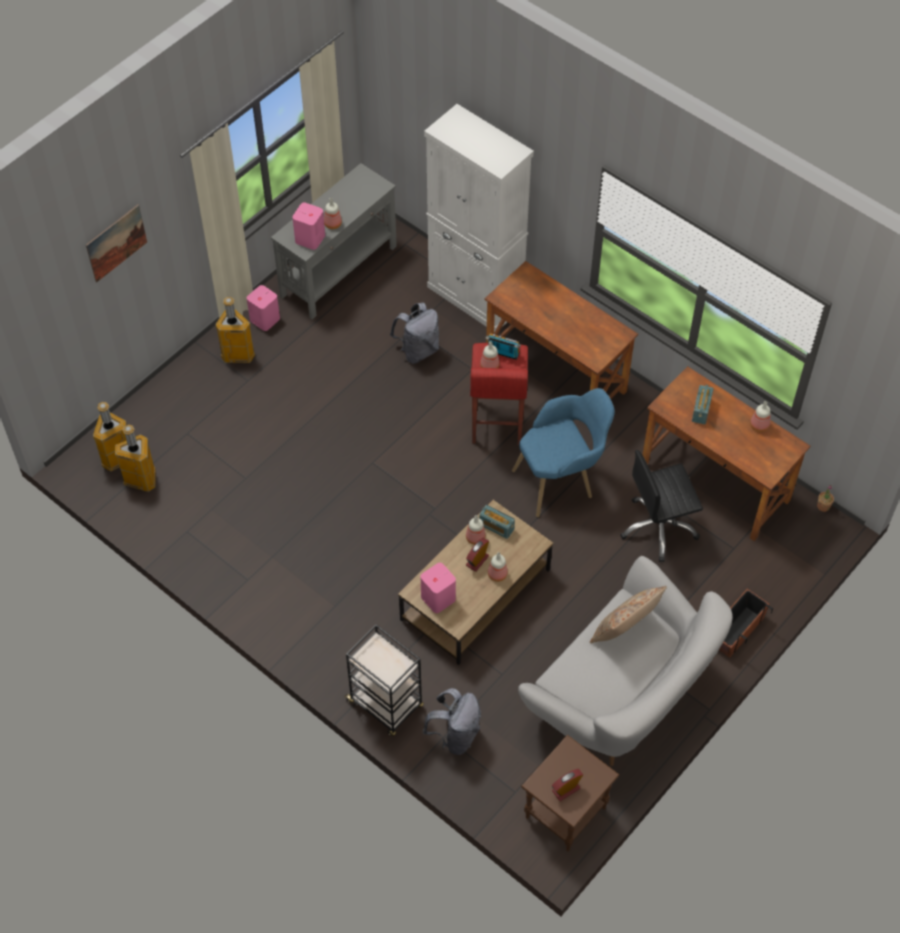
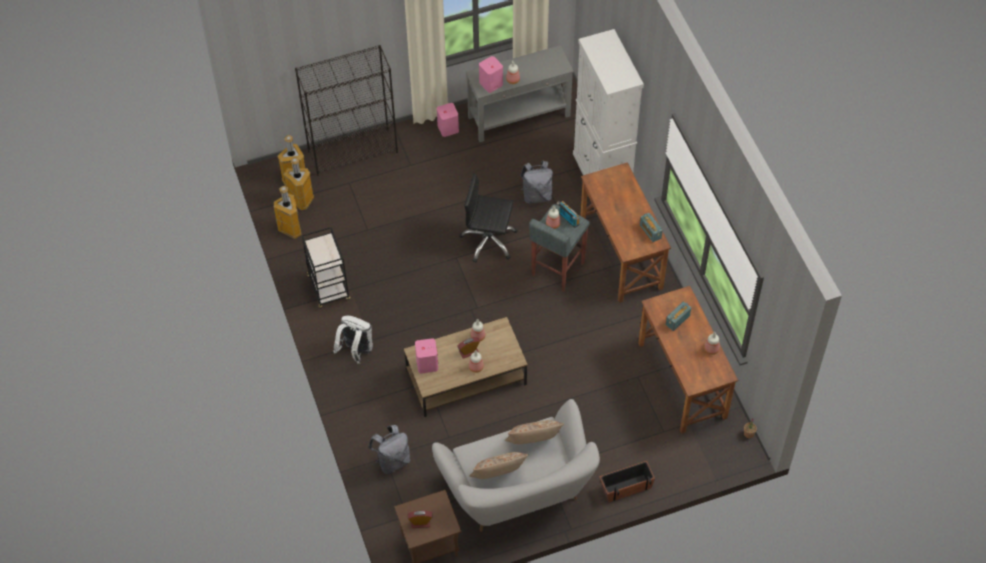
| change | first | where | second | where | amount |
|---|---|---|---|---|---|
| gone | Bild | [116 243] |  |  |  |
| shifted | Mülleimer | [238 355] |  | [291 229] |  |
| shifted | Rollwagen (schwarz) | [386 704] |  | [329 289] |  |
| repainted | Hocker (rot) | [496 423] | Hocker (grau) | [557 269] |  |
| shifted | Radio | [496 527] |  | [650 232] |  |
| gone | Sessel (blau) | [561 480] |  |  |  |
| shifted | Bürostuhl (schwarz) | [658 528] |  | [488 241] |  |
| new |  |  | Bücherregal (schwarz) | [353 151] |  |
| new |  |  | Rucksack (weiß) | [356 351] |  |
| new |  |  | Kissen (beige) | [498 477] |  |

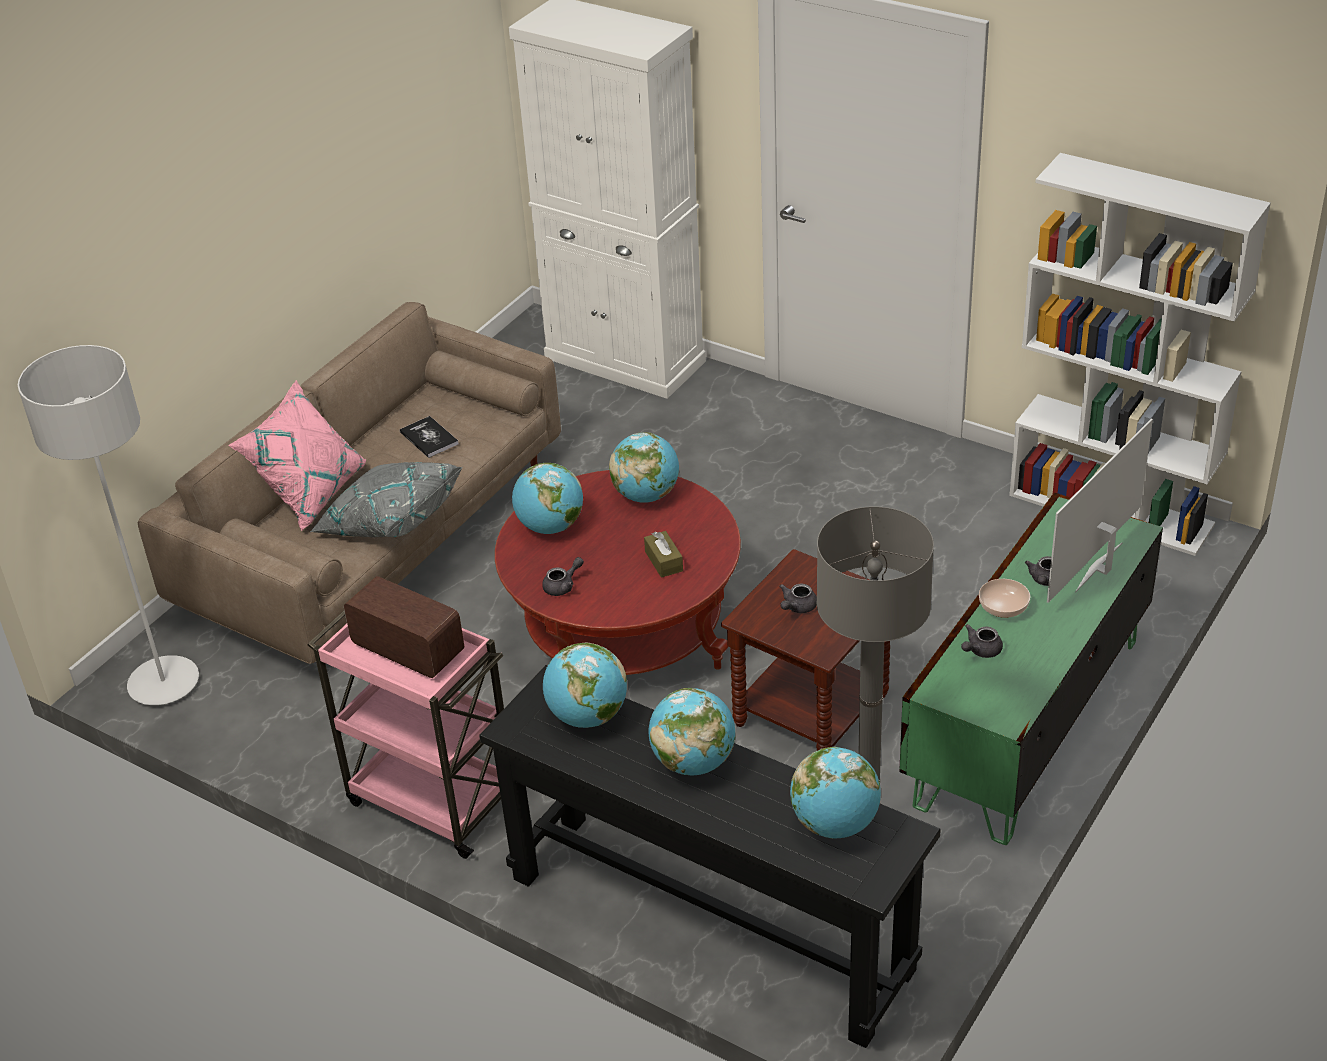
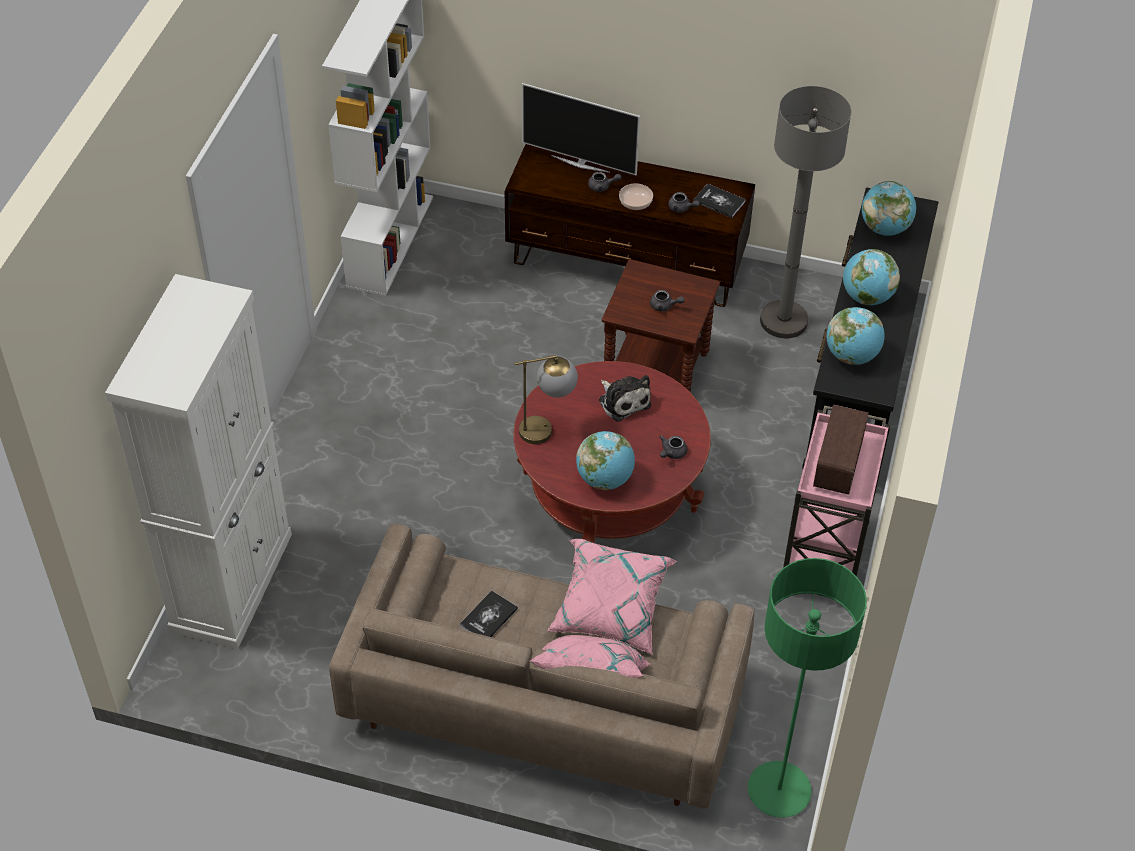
| change | first | where | second | where | amount |
|---|---|---|---|---|---|
| repainted | Stehlampe (grau) | [164 683] | Stehlampe (grün) | [779 791] |  |
| repainted | Kissen (grau) | [389 521] | Kissen (rosa) | [610 610] |  |
| rotated | Teekanne (grau) | [563 586] |  | [671 453] | 90 degrees counterclockwise |
| swapped | Globus | [646 495] | Tischlampe | [547 429] |  |
| swapped | Taschentuchbox (braun) | [664 561] | Plüschtier | [623 401] |  |
| repainted | Fernsehschrank (grün) | [1026 721] | Fernsehschrank (braun) | [626 263] |  |
| new |  |  | Buch | [719 201] |  |

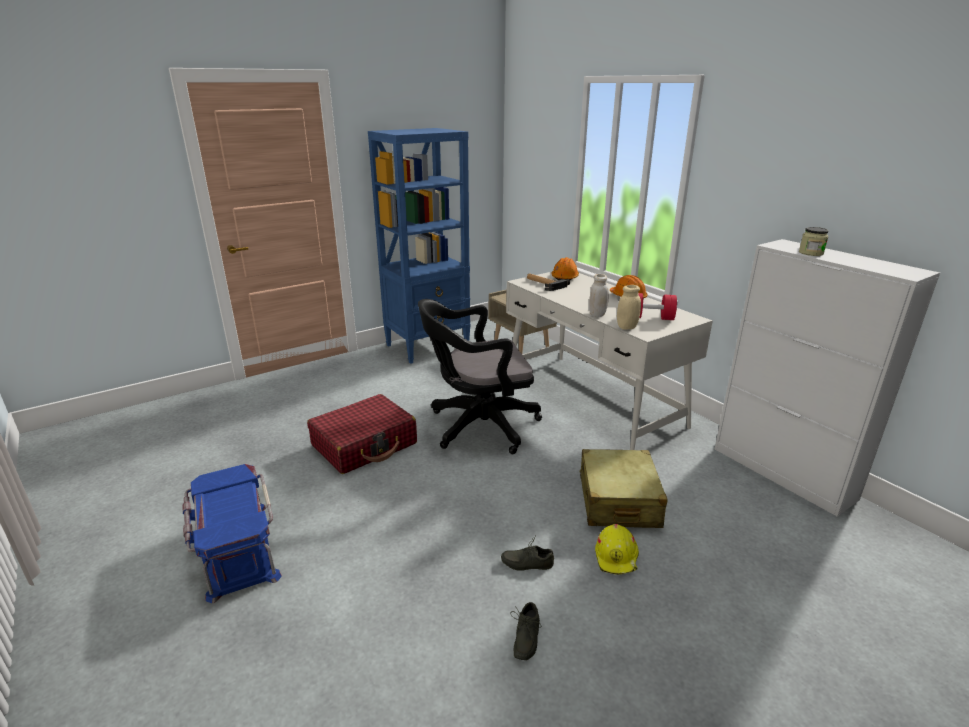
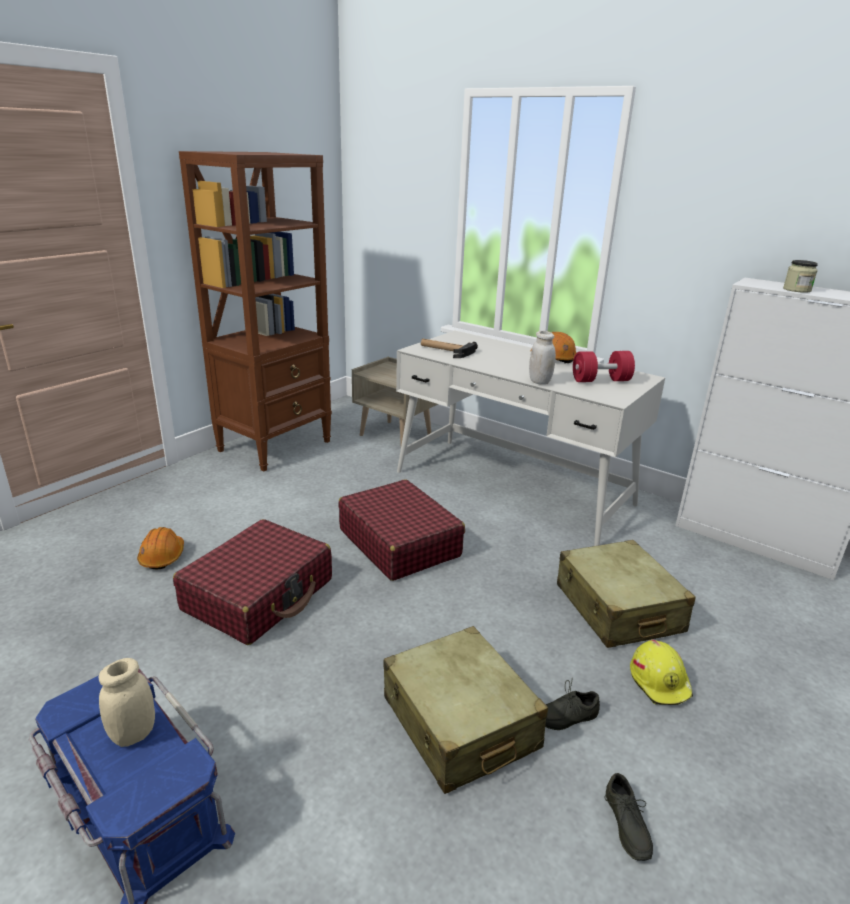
| change | first | where | second | where | amount |
|---|---|---|---|---|---|
| repainted | Bücherregal (blau) | [428 346] | Bücherregal (braun) | [276 446] |  |
| swapped | Bürostuhl (schwarz) | [478 426] | Koffer (rot) | [399 542] |  |
| shifted | Schutzhelm (orange) | [565 277] |  | [162 556] |  |
| shifted | Vorratsglas (beige) | [627 327] |  | [133 734] |  |
| new |  |  | Koffer (beige) | [459 723] |  |

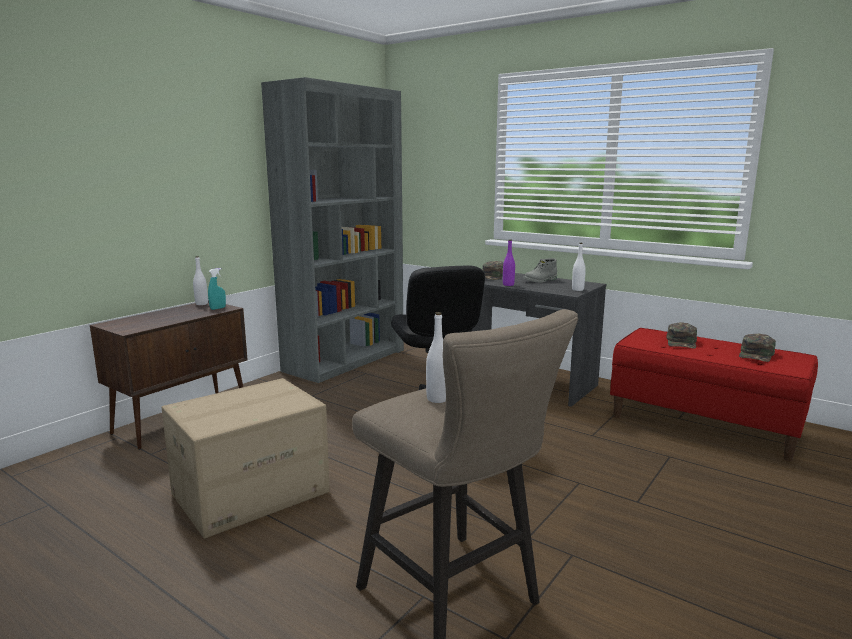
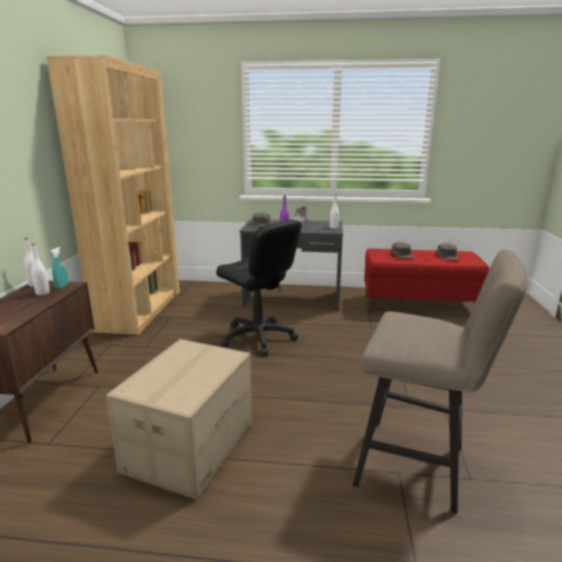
| change | first | where | second | where | amount |
|---|---|---|---|---|---|
| repainted | Bücherregal (grau) | [345 360] | Bücherregal (braun) | [140 310] |  |
| shifted | Flasche (weiß) | [437 399] |  | [42 293] |  |

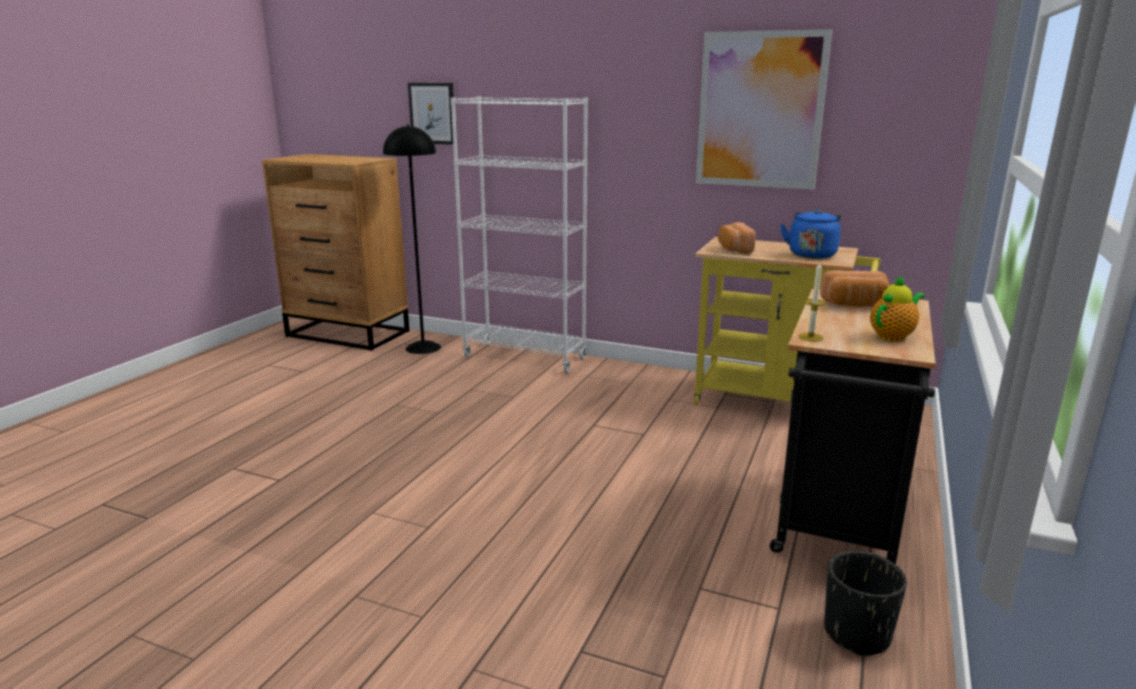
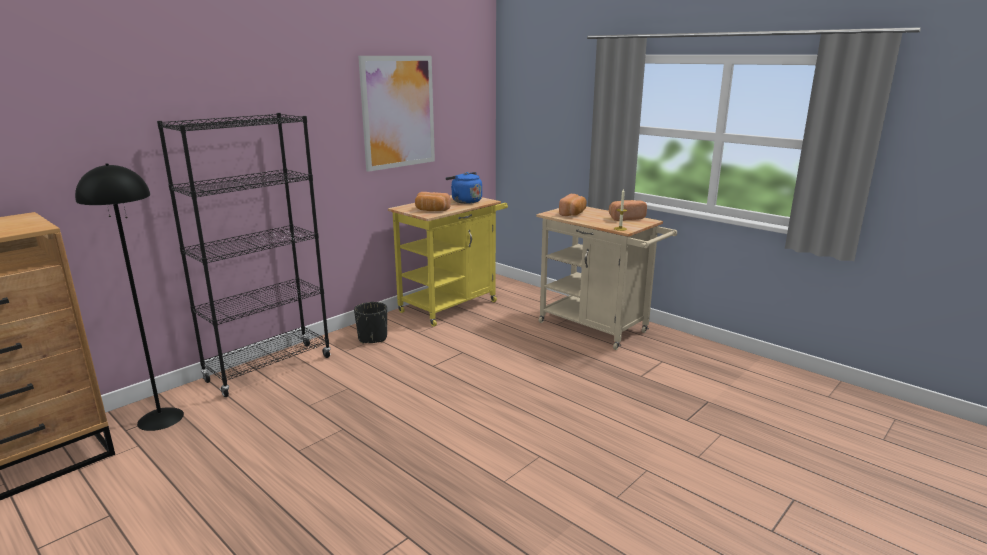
| change | first | where | second | where | amount |
|---|---|---|---|---|---|
| gone | Bild | [432 113] |  |  |  |
| repainted | Bücherregal (weiß) | [525 357] | Bücherregal (schwarz) | [269 369] |  |
| repainted | Rollwagen (schwarz) | [837 525] | Rollwagen (beige) | [598 329] |  |
| shifted | Pflanzkübel (schwarz) | [857 634] |  | [372 338] |  |
| swapped | Teekanne | [893 336] | Brot | [625 218] |  |

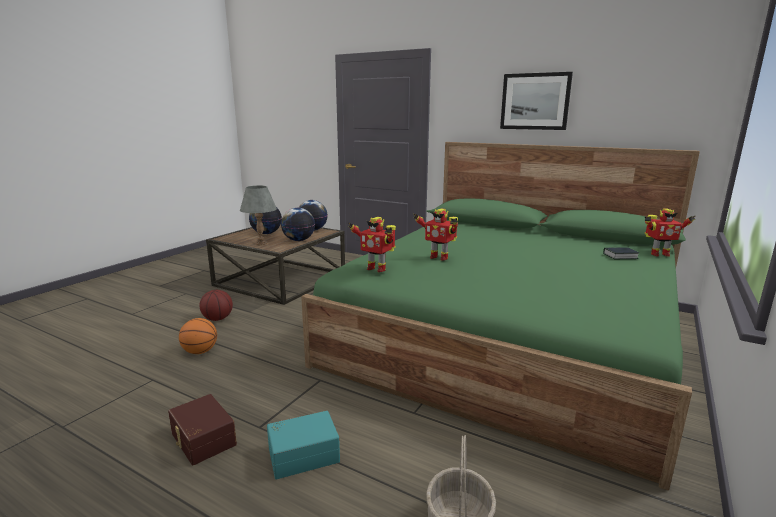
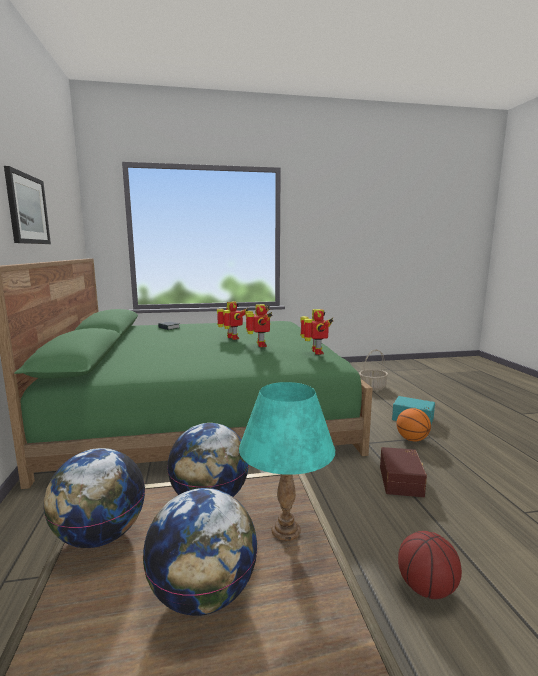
| change | first | where | second | where | amount |
|---|---|---|---|---|---|
| shifted | Aufbewahrungsbox (braun) | [202 439] |  | [402 481] |  |
| shifted | Basketball | [200 351] |  | [412 439] |  |
| repainted | Tischlampe (grau) | [261 243] | Tischlampe (türkis) | [286 530] |  |
| shifted | Spielzeugroboter | [659 254] |  | [232 338] |  |

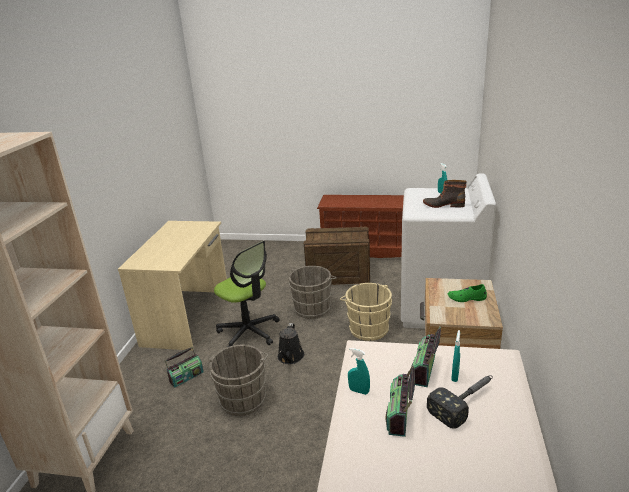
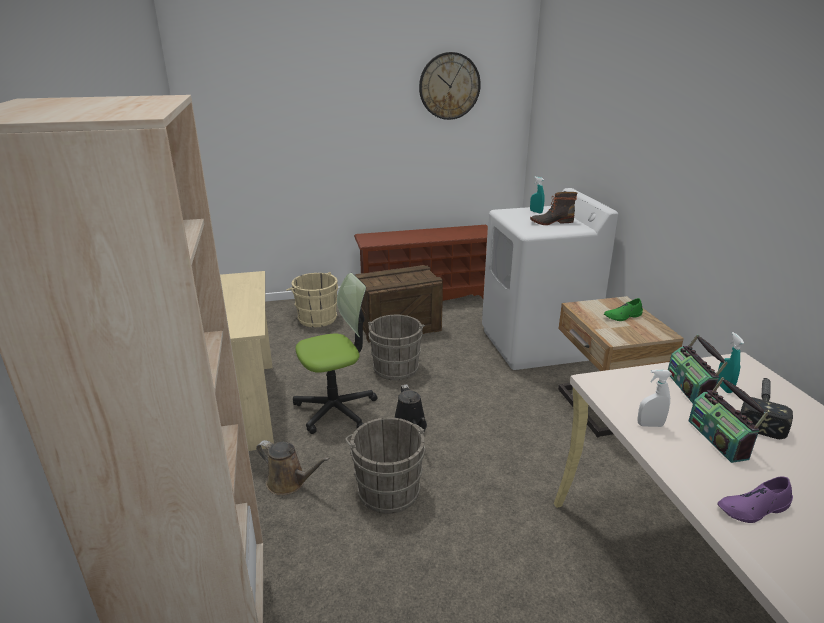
| change | first | where | second | where | amount |
|---|---|---|---|---|---|
| swapped | Radio | [186 377] | Gießkanne (braun) | [289 482] |  |
| rotated | Bürostuhl | [249 332] |  | [336 409] | 45 degrees counterclockwise |
| shifted | Eimer (beige) | [367 328] |  | [315 318] |  |
| repainted | Sprühflasche (türkis) | [359 391] | Sprühflasche (weiß) | [650 425] |  |
| new |  |  | Wanduhr | [449 86] |  |
| new |  |  | Schuh (lila) | [753 508] |  |

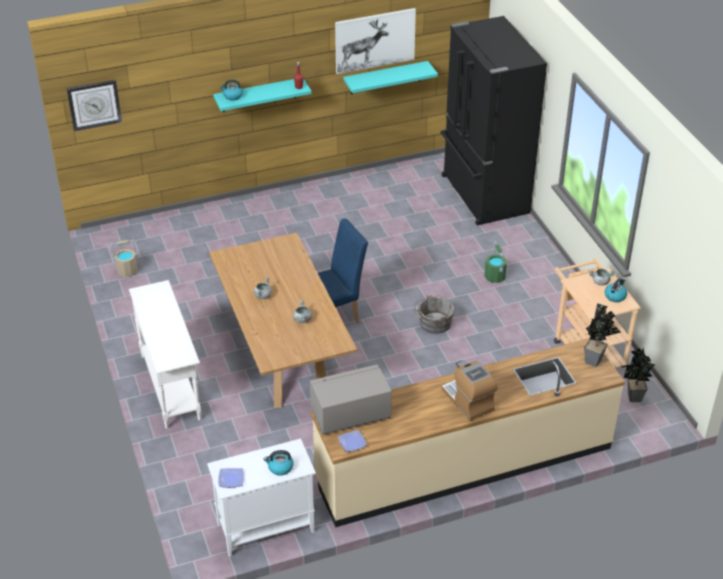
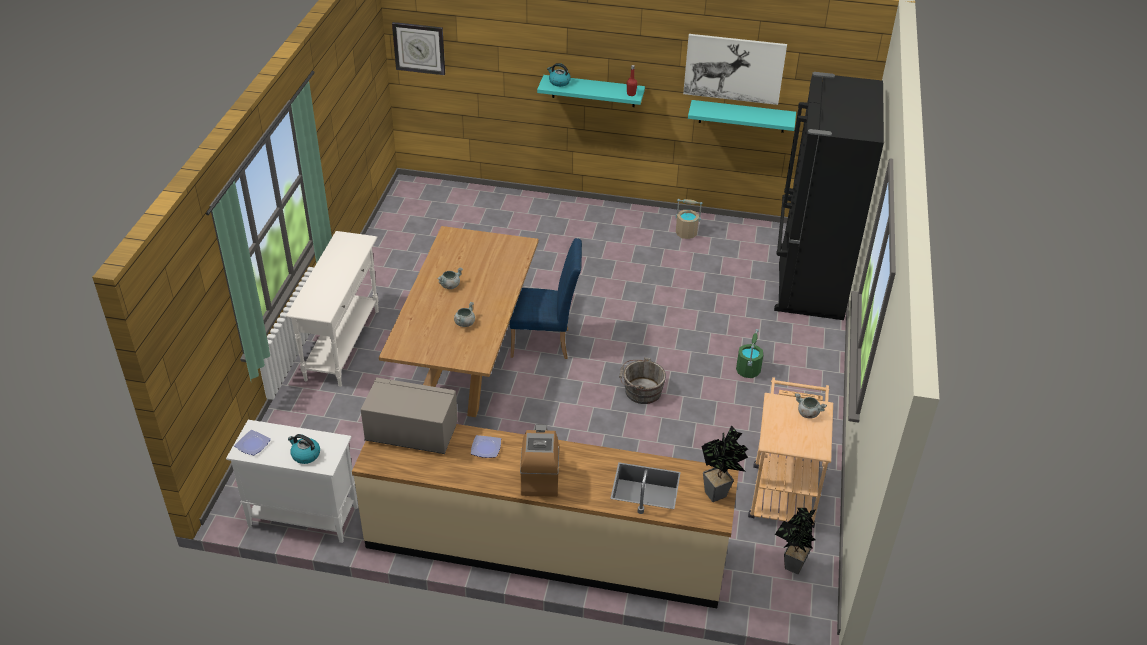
| change | first | where | second | where | amount |
|---|---|---|---|---|---|
| shifted | Eimer (beige) | [127 271] |  | [686 233] |  |
| shifted | Teller | [352 442] |  | [486 448] |  |
| gone | Wasserkessel | [615 296] |  |  |  |

